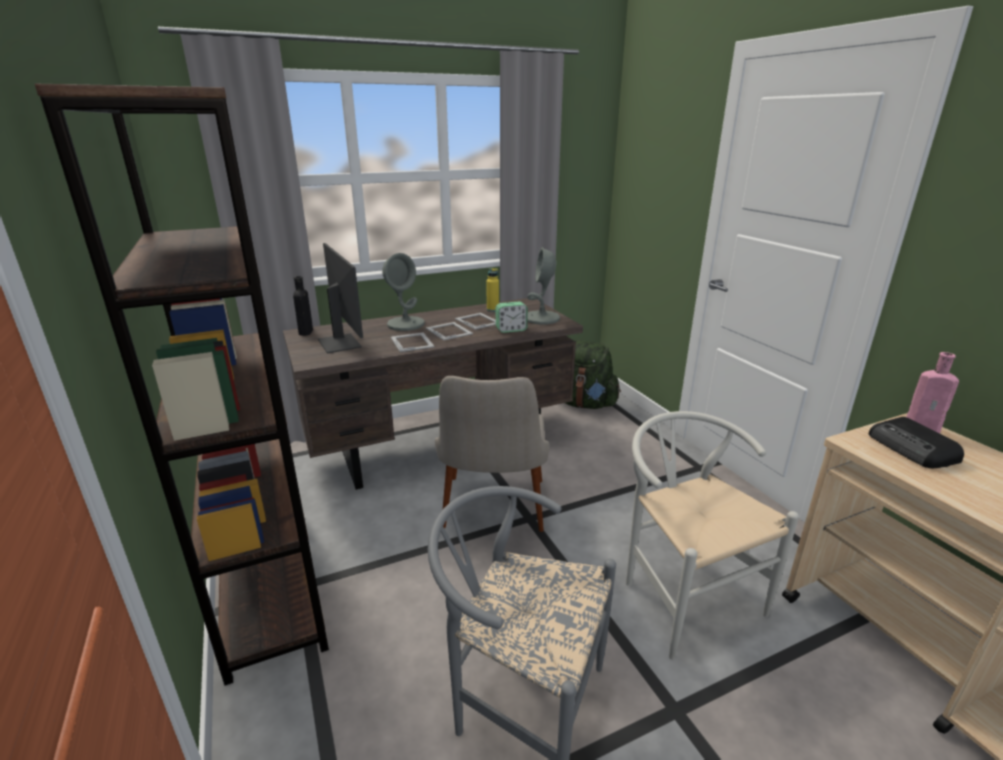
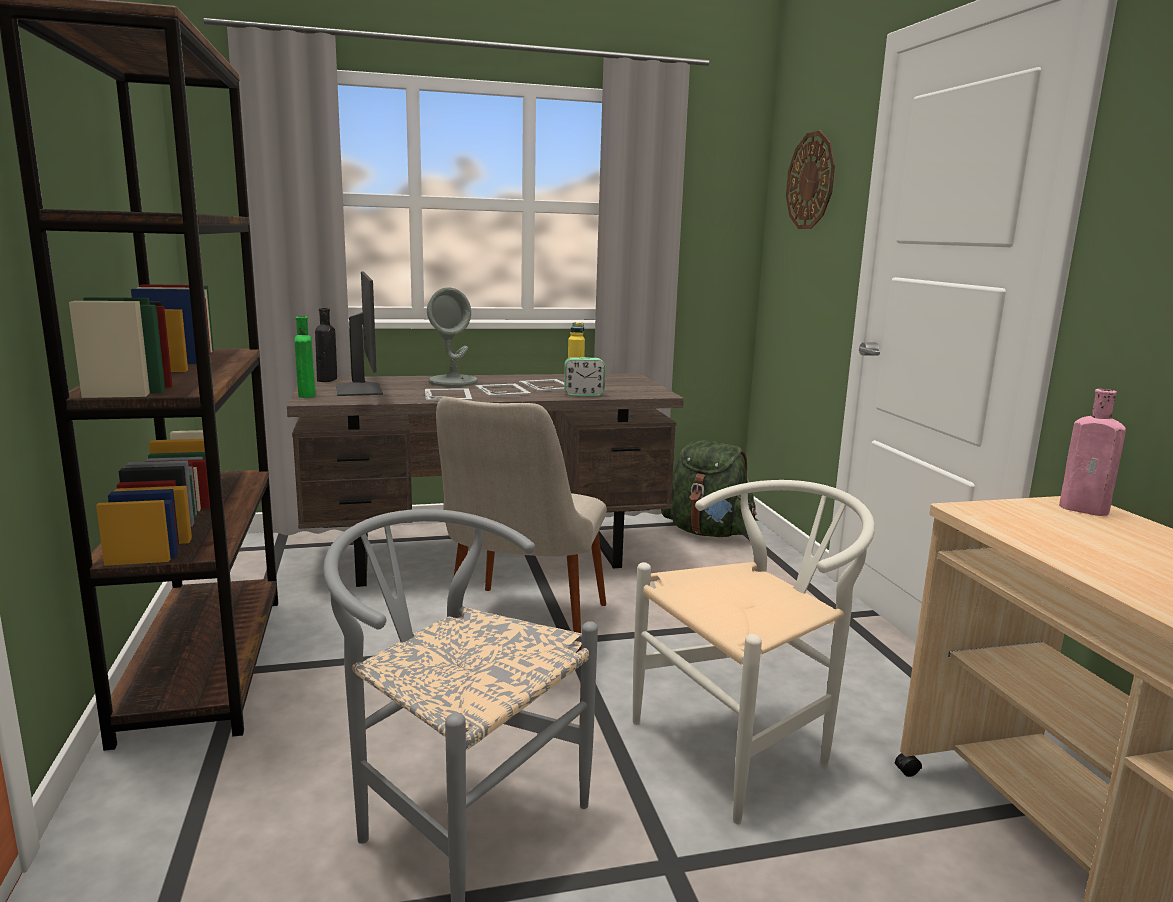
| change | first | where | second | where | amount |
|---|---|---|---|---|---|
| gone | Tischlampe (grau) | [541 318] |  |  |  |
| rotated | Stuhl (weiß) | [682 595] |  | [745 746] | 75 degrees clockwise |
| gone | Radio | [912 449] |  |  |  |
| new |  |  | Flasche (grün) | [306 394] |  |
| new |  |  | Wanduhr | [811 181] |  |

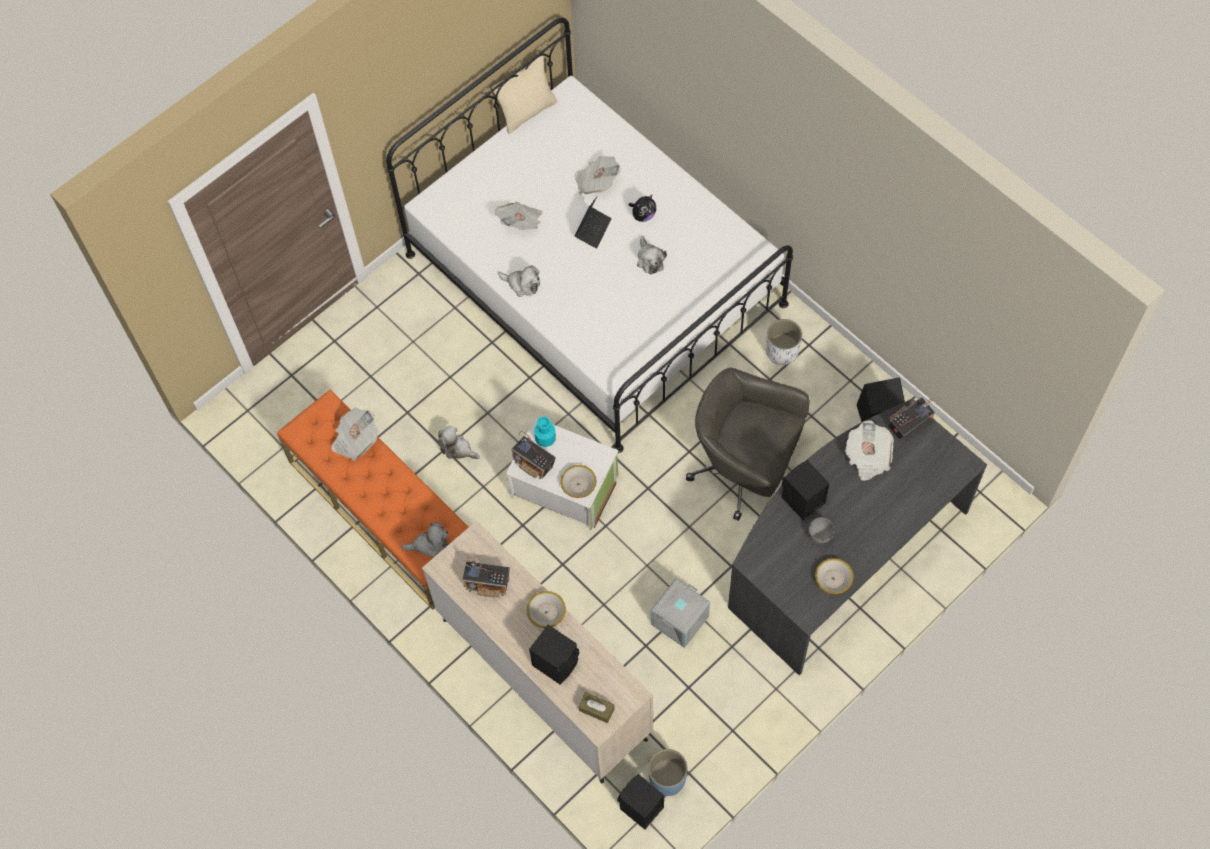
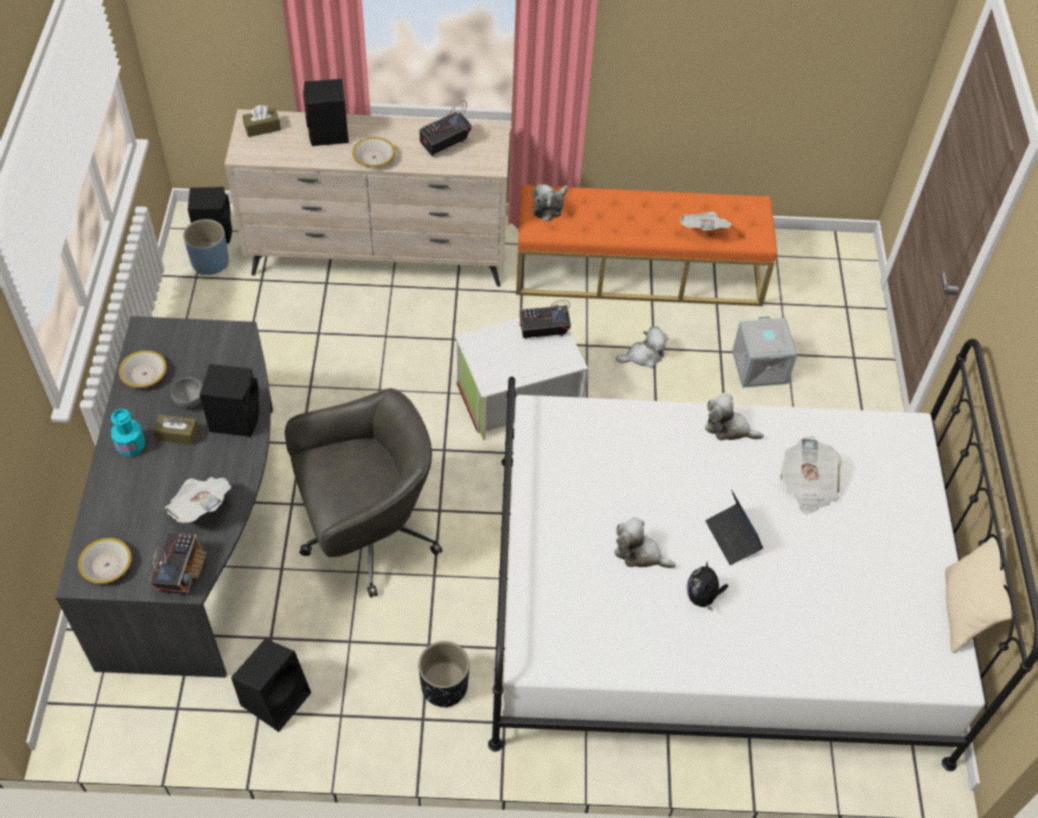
| change | first | where | second | where | amount |
|---|---|---|---|---|---|
| rotated | Plüschtier | [522 284] |  | [728 428] | 45 degrees clockwise |
| shifted | Flasche (türkis) | [545 438] |  | [131 446] |  |
| shifted | Schüssel | [578 484] |  | [107 565] |  |
| gone | Zeitung | [596 182] |  |  |  |
| shifted | Aufbewahrungsbox (grau) | [680 621] |  | [758 367] |  |
| repainted | Pflanzkübel (weiß) | [782 351] | Pflanzkübel (schwarz) | [444 686] |  |
| new |  |  | Taschentuchbox (braun) | [177 434] |  |

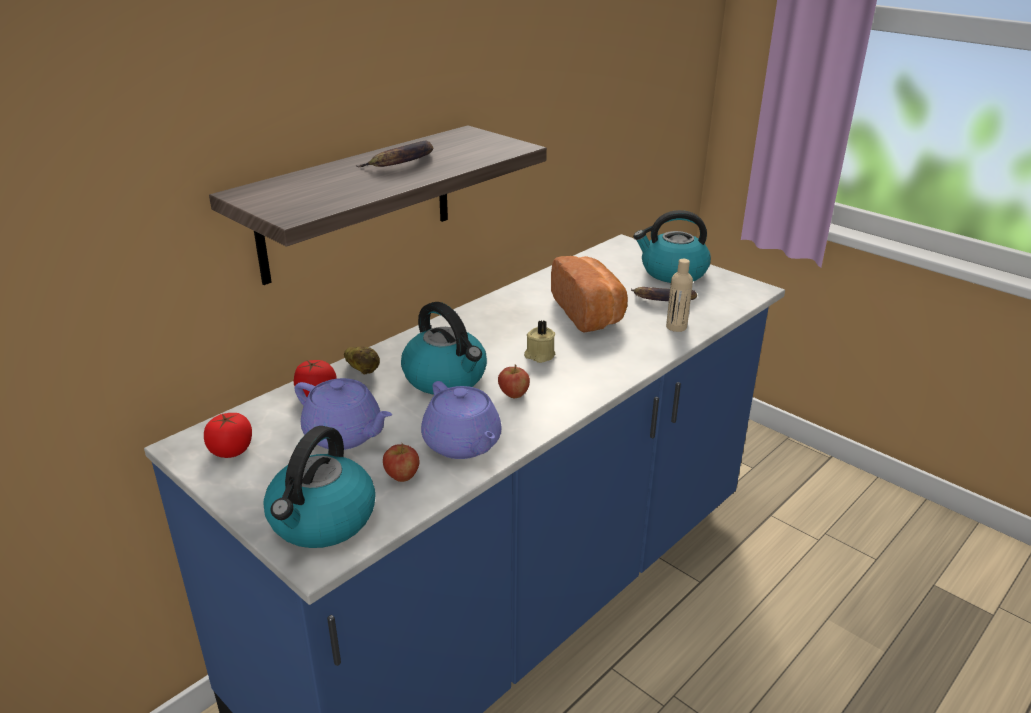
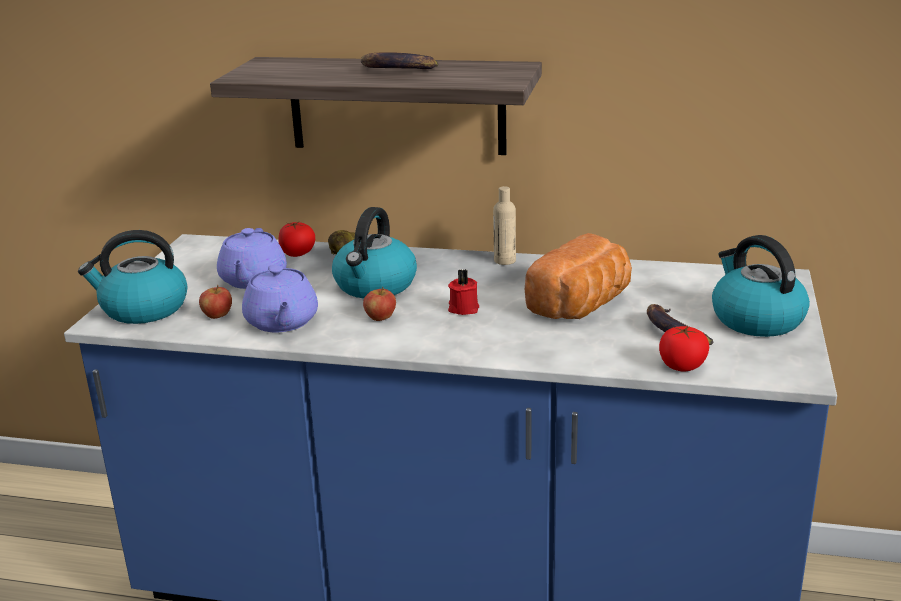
| change | first | where | second | where | amount |
|---|---|---|---|---|---|
| shifted | Tomate | [231 450] |  | [682 366] |  |
| rotated | Teekanne (lila) | [463 444] |  | [282 322] | 45 degrees counterclockwise |
| repainted | Kerze (beige) | [539 355] | Kerze (rot) | [463 308] |  |
| shifted | Flasche (beige) | [676 327] |  | [504 261] |  |

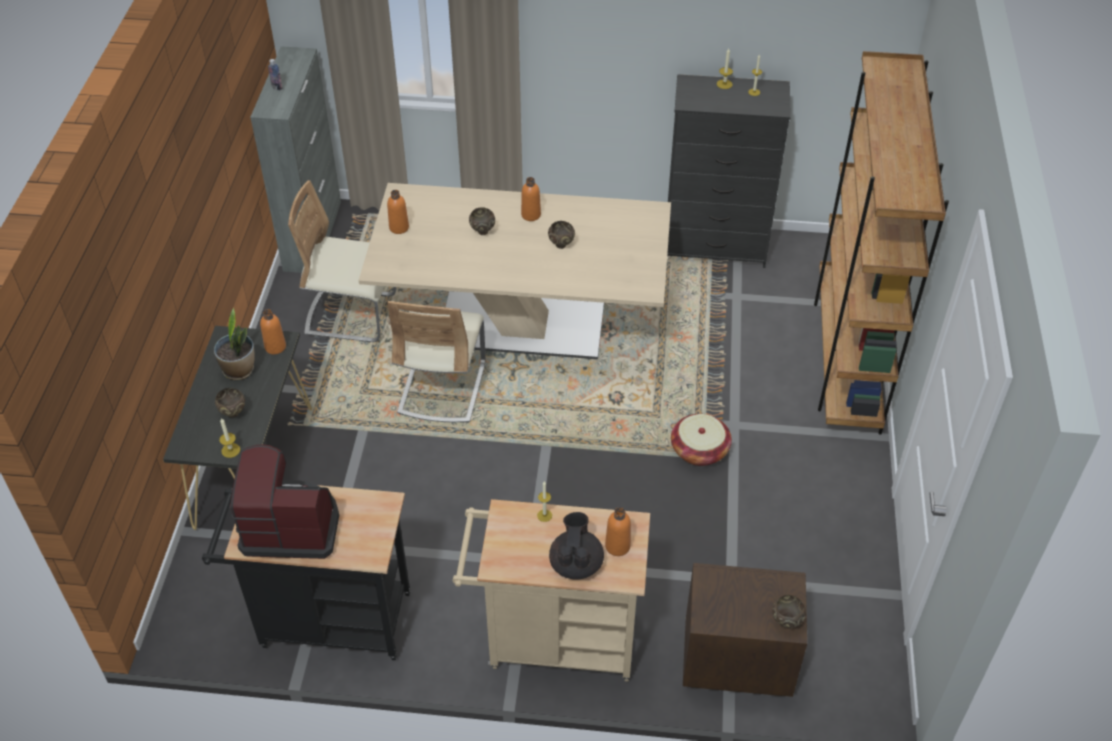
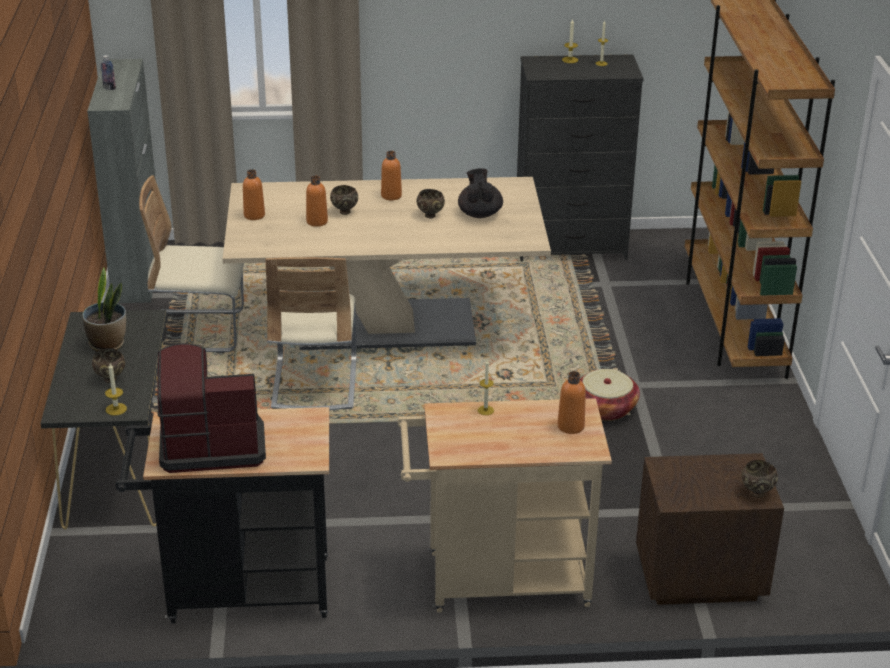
| change | first | where | second | where | amount |
|---|---|---|---|---|---|
| shifted | Flasche (orange) | [275 347] |  | [317 222] |  |
| shifted | Teekanne (schwarz) | [576 563] |  | [479 213] |  |

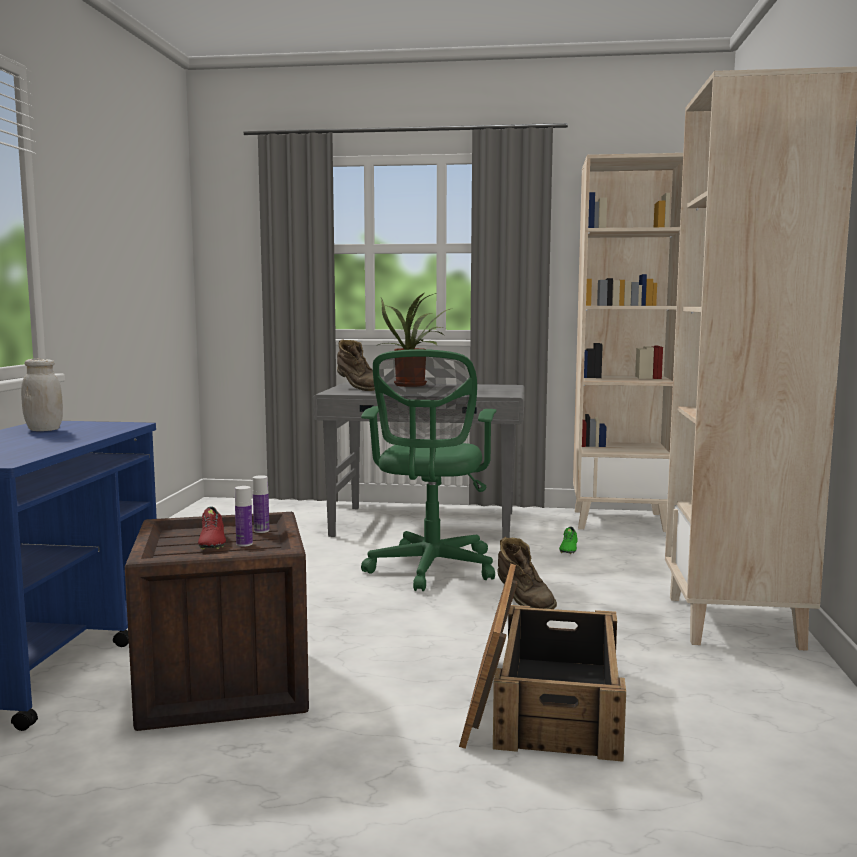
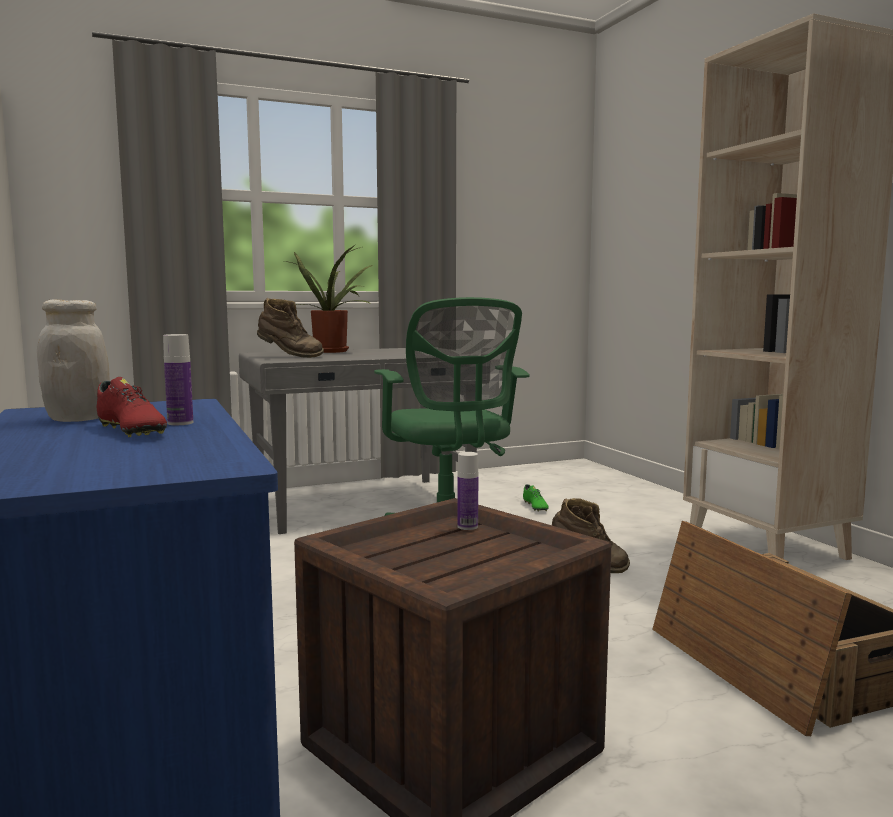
| change | first | where | second | where | amount |
|---|---|---|---|---|---|
| shifted | Schuh (rot) | [211 542] |  | [131 431] |  |
| shifted | Flasche | [244 544] |  | [180 423] |  |
| gone | Bücherregal (beige) | [620 521] |  |  |  |

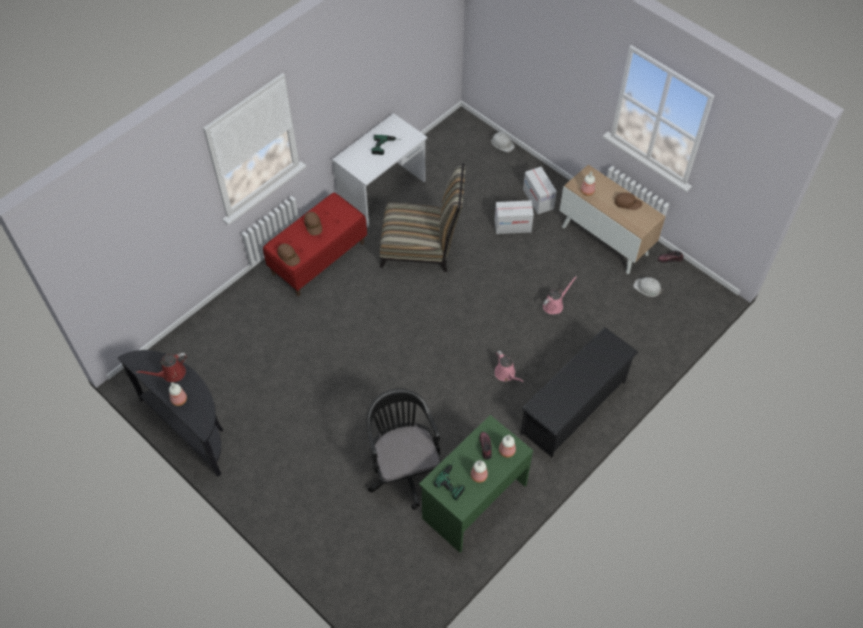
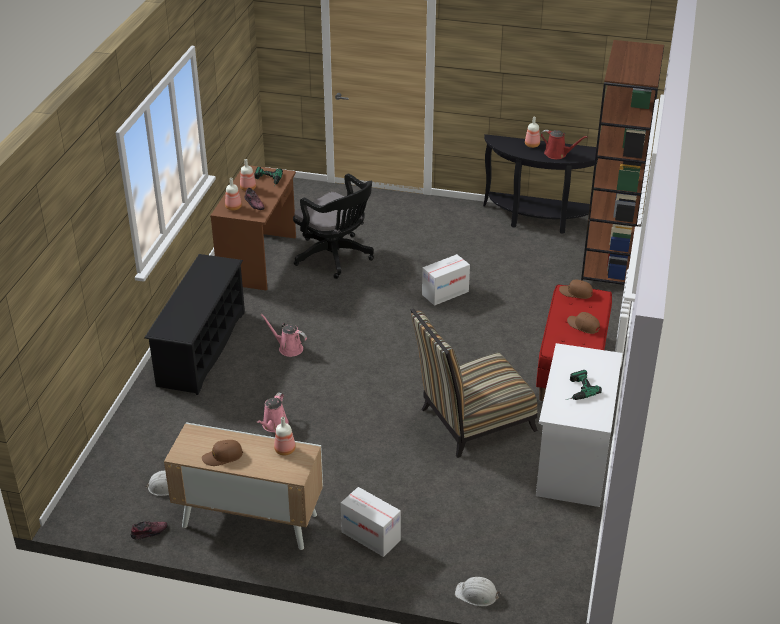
| change | first | where | second | where | amount |
|---|---|---|---|---|---|
| rotated | Gießkanne (rot) | [171 373] |  | [557 154] | 90 degrees clockwise |
| repainted | Schreibtisch (grün) | [473 500] | Schreibtisch (braun) | [259 259] |  |
| shifted | Karton | [512 226] |  | [445 293] |  |
| new |  |  | Bücherregal (braun) | [609 263] |  |

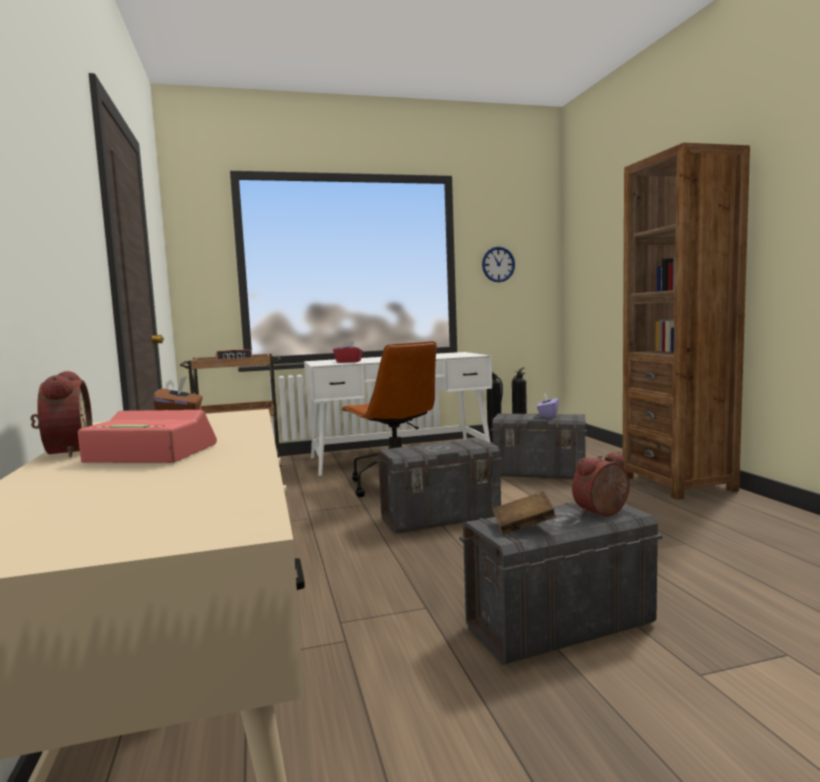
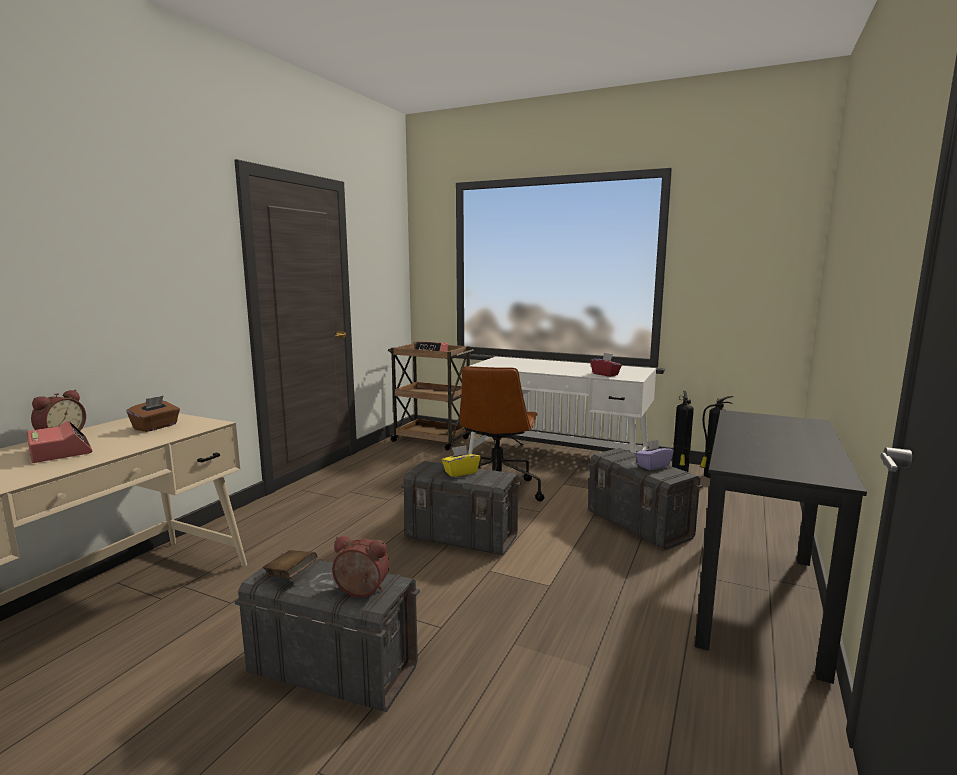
| change | first | where | second | where | amount |
|---|---|---|---|---|---|
| shifted | Taschentuchbox (rot) | [348 362] |  | [605 374] |  |
| gone | Wanduhr | [498 264] |  |  |  |
| swapped | Bücherregal (braun) | [678 483] | Schreibtisch (schwarz) | [759 599] |  |
| new |  |  | Taschentuchbox (gelb) | [460 472] |  |

